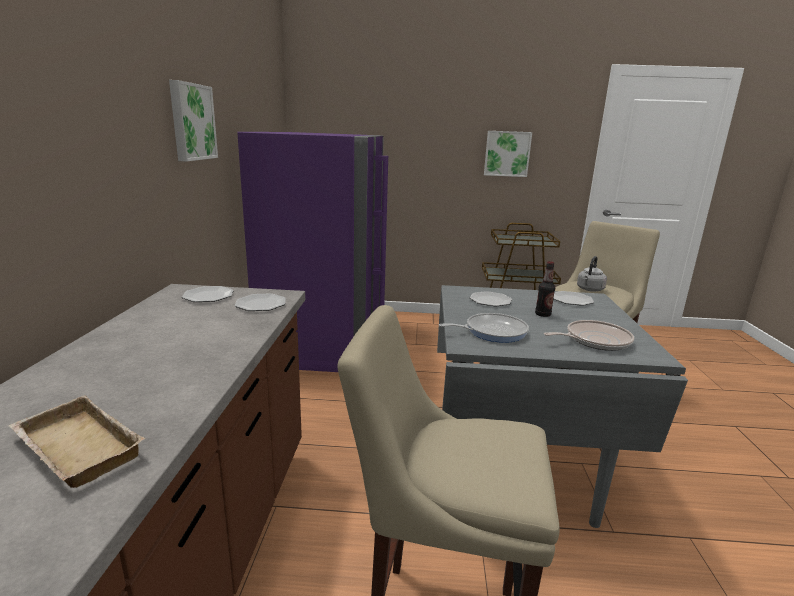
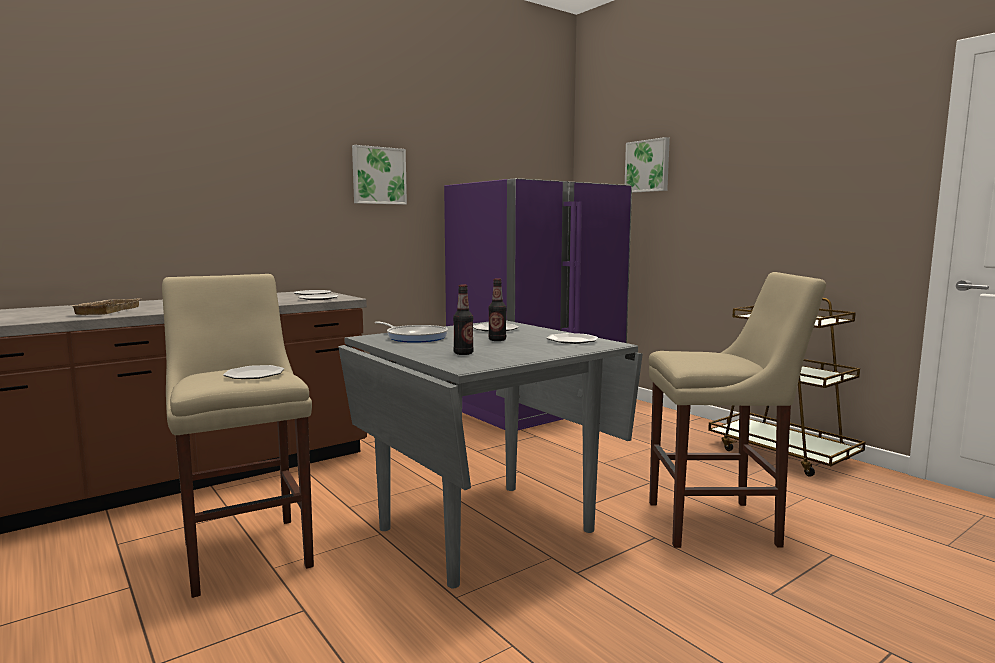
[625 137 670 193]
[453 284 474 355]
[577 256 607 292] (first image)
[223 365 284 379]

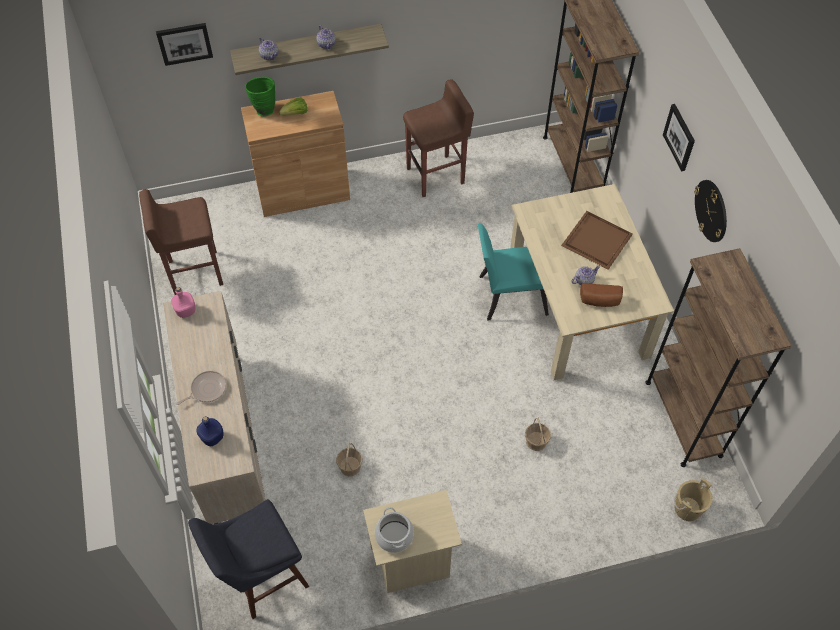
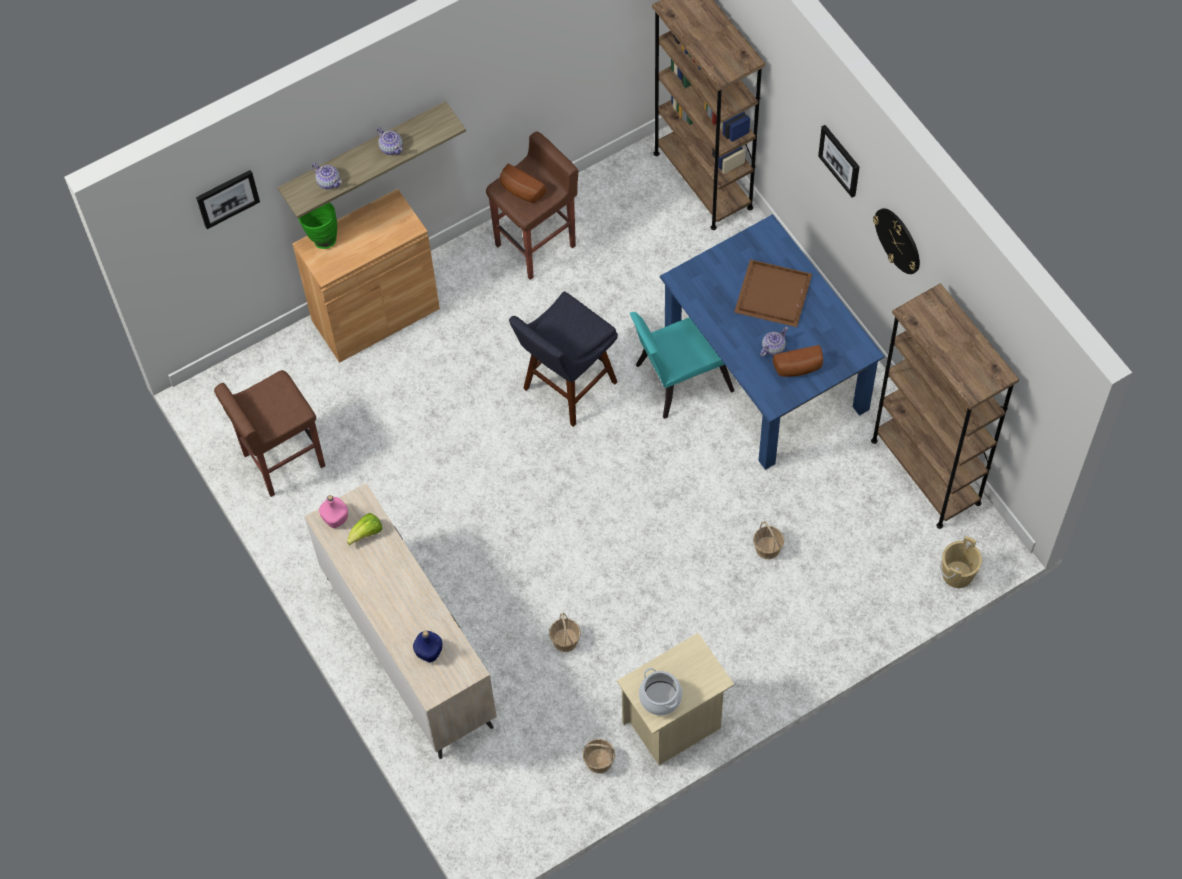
[176 371 226 405] (first image)
[509 292 618 427]
[347 513 382 545]
[660 214 885 470]
[500 164 546 203]
[583 739 615 773]

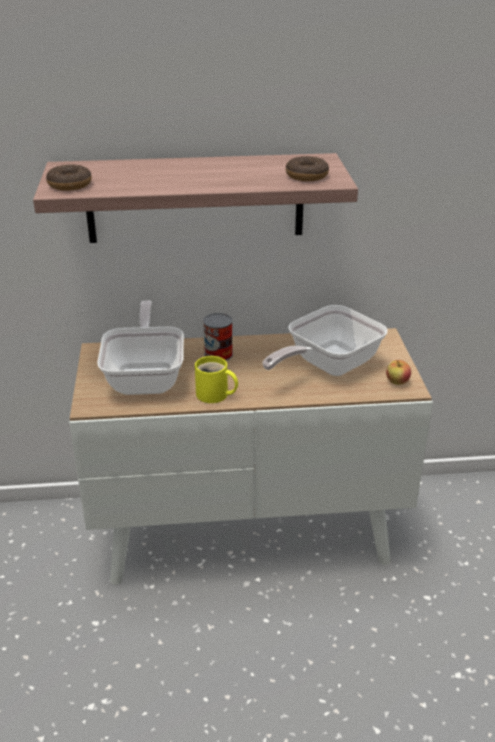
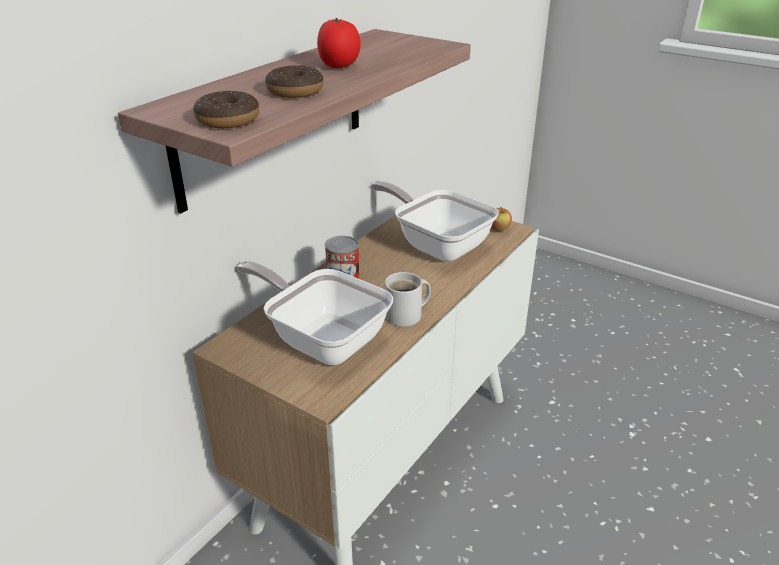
[385 272 431 327]
[371 181 499 262]
[265 65 323 98]
[317 18 361 68]

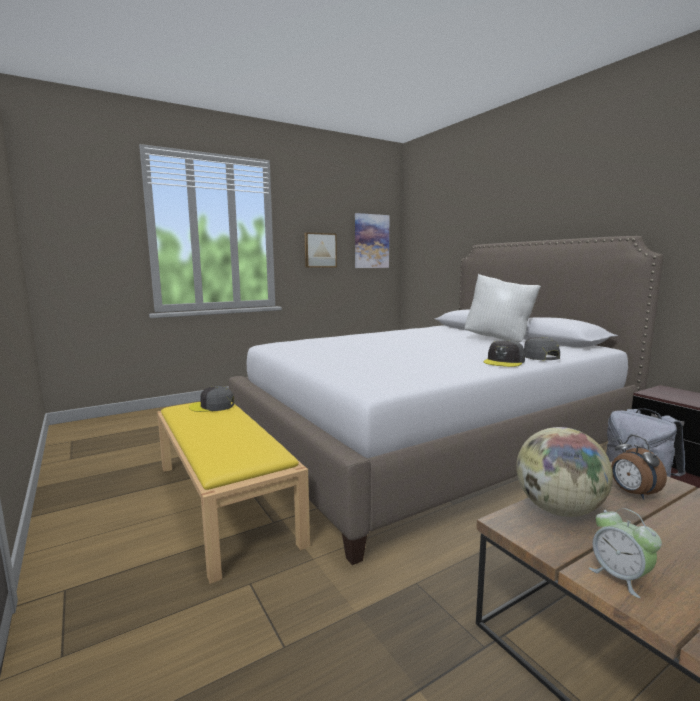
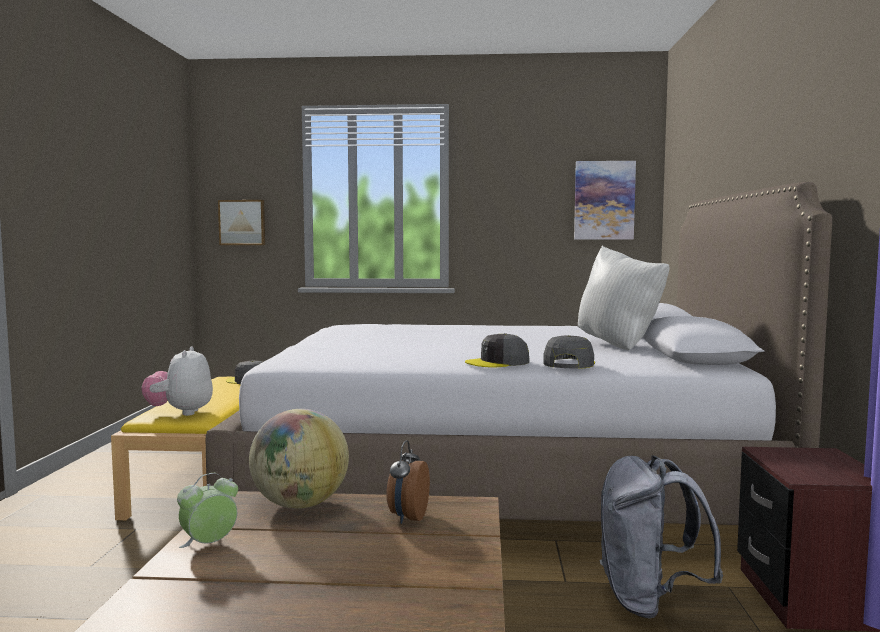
[218 200 265 245]
[177 473 238 548]
[141 346 213 416]

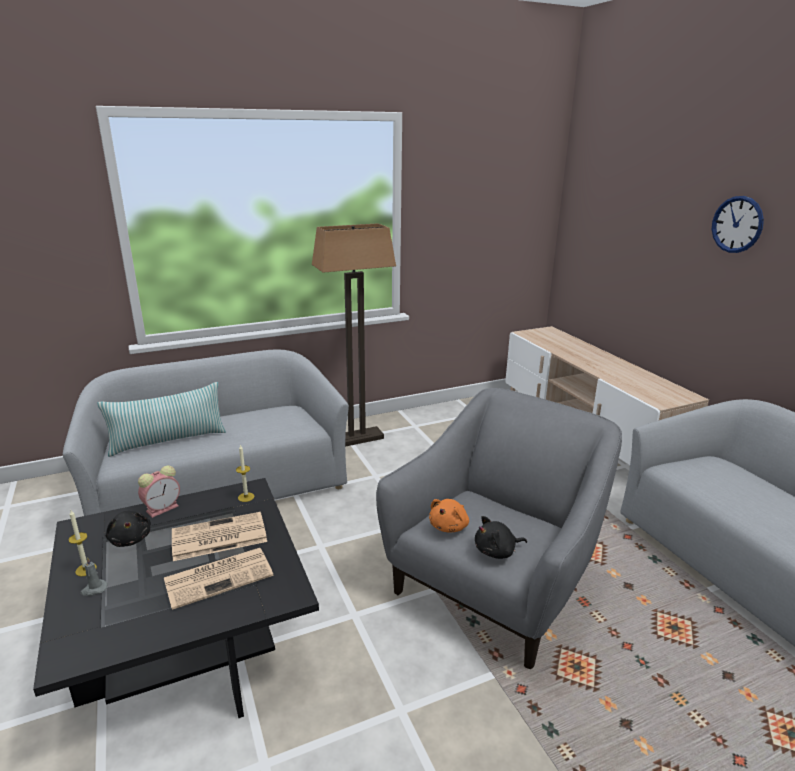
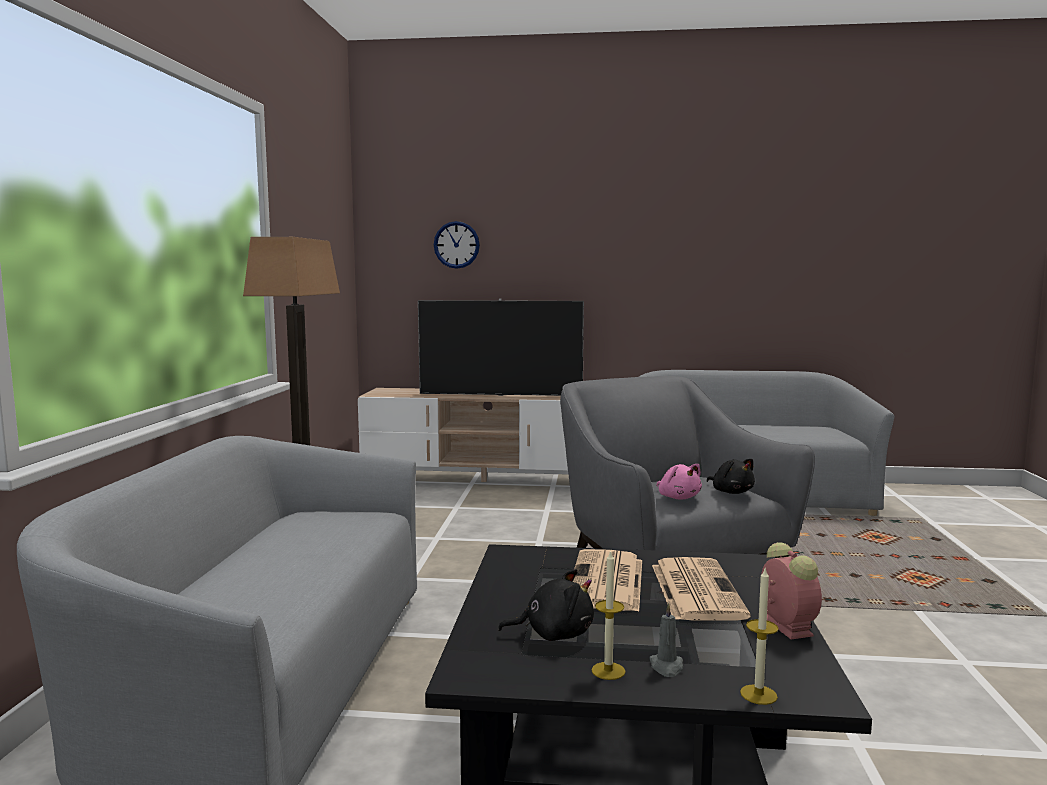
[98 382 226 457] (first image)
[761 542 822 639]
[740 569 779 705]
[656 464 702 499]
[707 459 755 494]
[434 221 480 269]
[418 298 584 396]

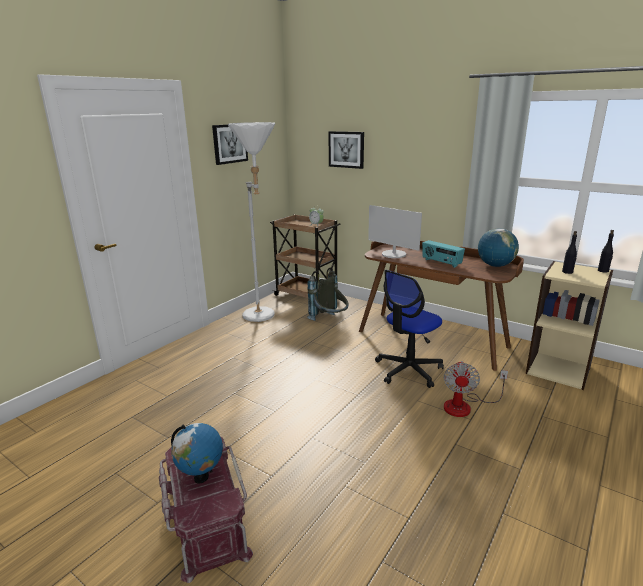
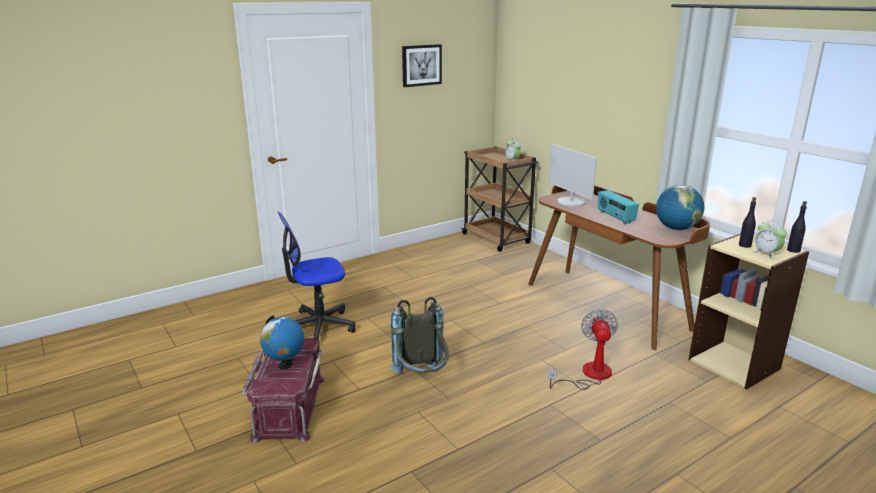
[228 122 275 322] (first image)
[390 297 449 374]
[329 131 364 169] (first image)
[278 212 356 344]
[548 309 618 390]
[752 220 787 259]

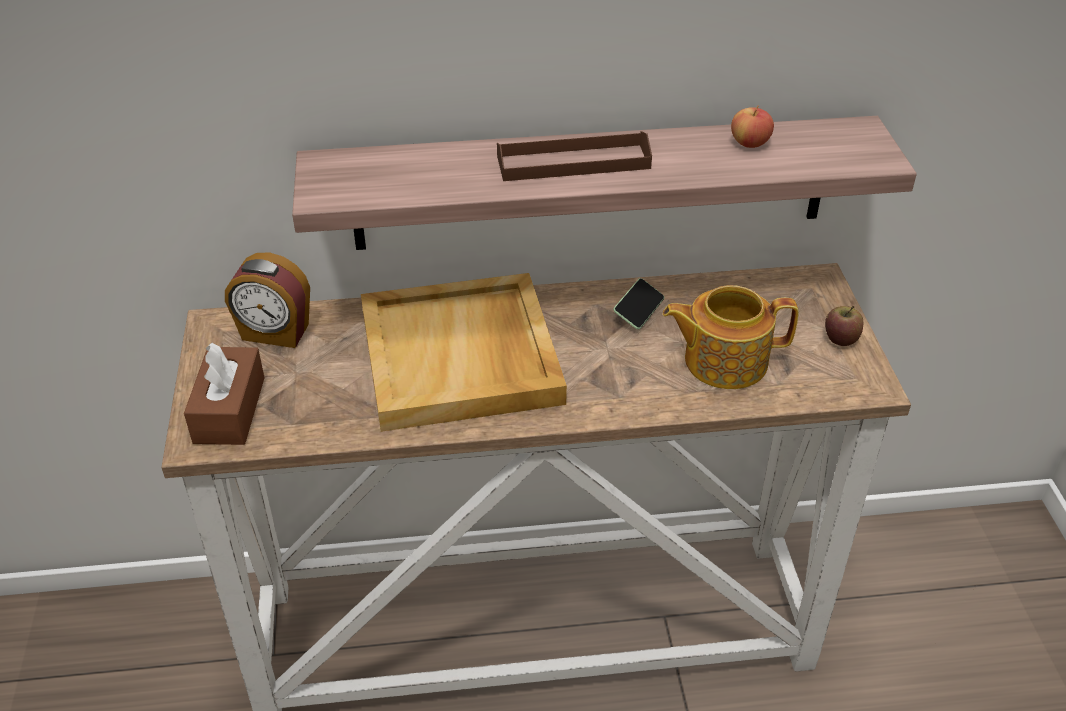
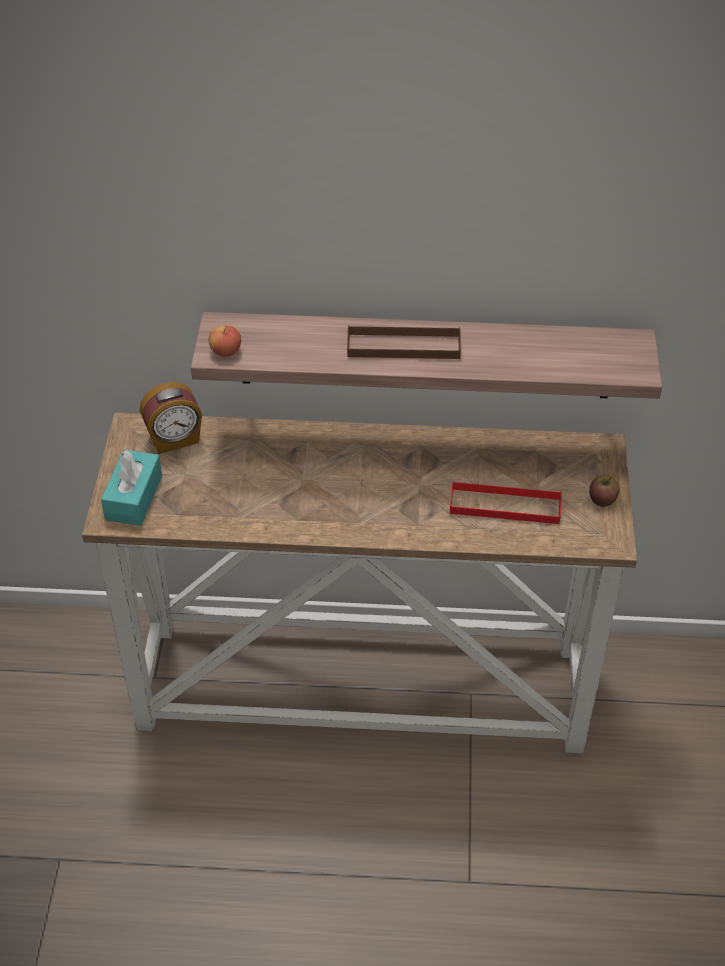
[101 450 162 526]
[140 382 202 454]
[361 273 567 432] (first image)
[613 278 664 330] (first image)
[450 481 562 524]
[209 325 241 357]

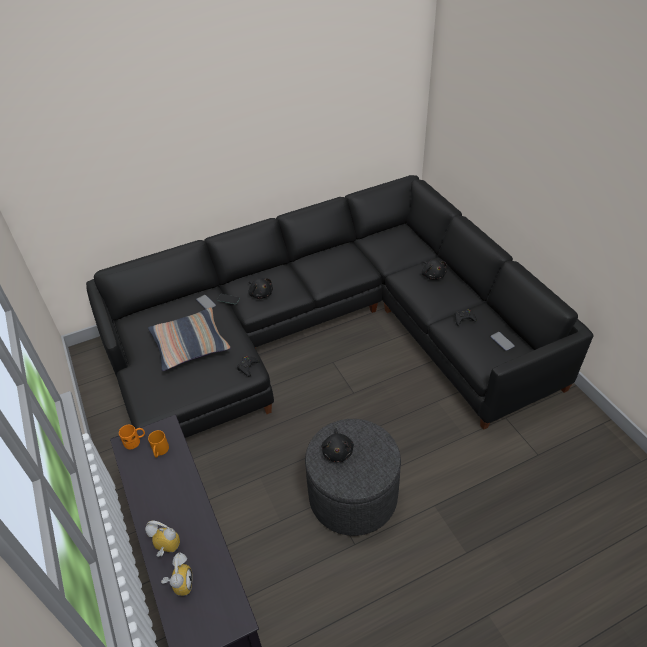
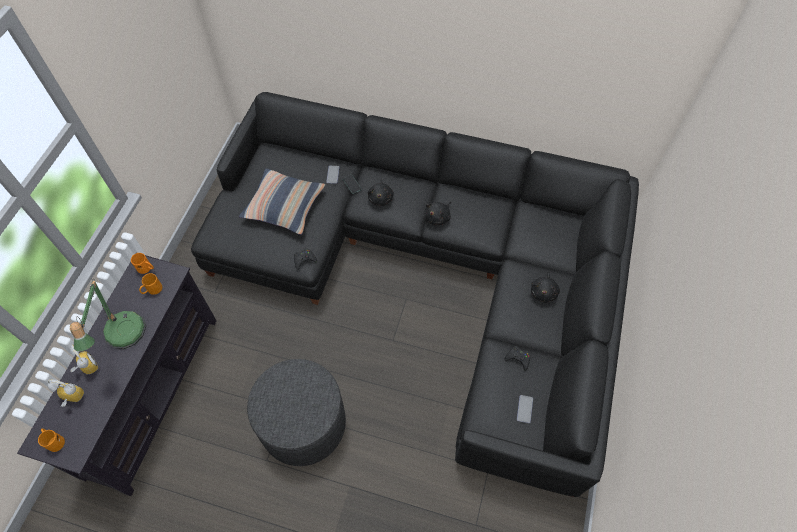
[48 379 84 407]
[424 202 451 225]
[38 428 65 452]
[70 279 146 351]

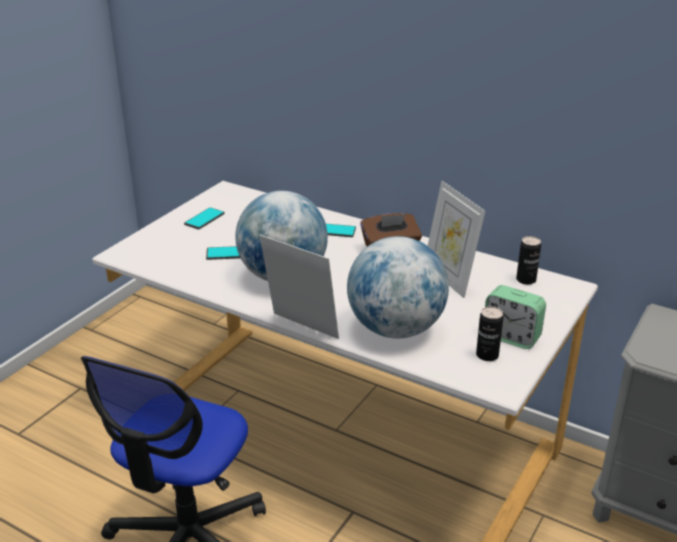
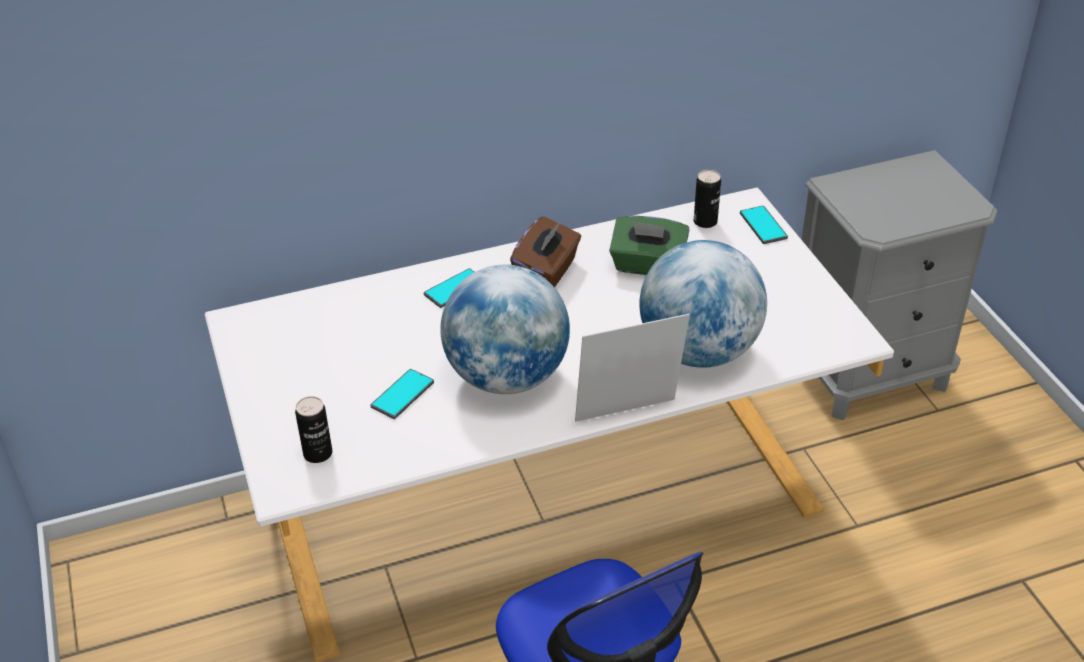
[740 206 788 244]
[609 216 689 275]
[295 396 332 463]
[485 285 546 349] (first image)

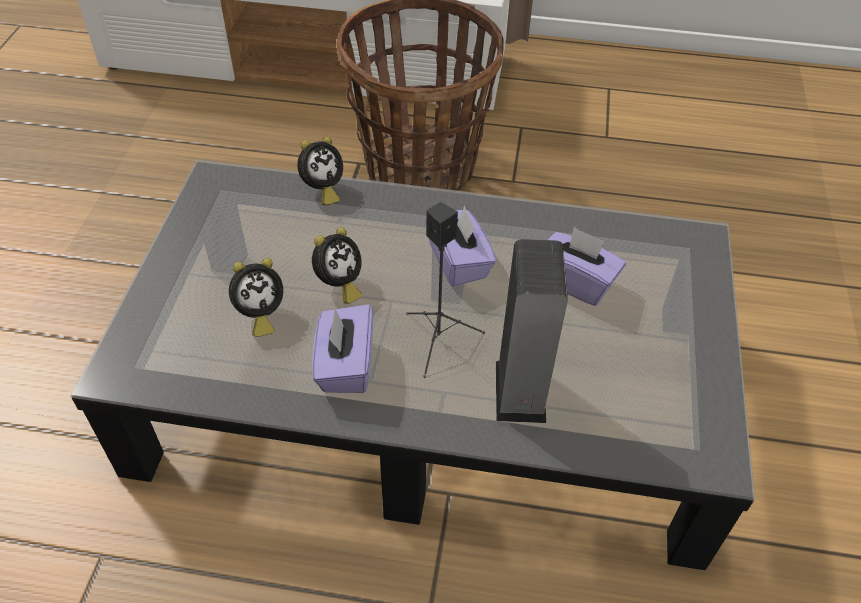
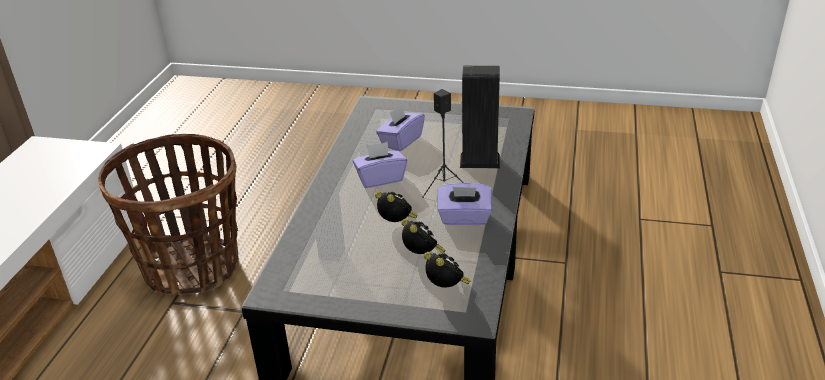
[424 252 471 288]

